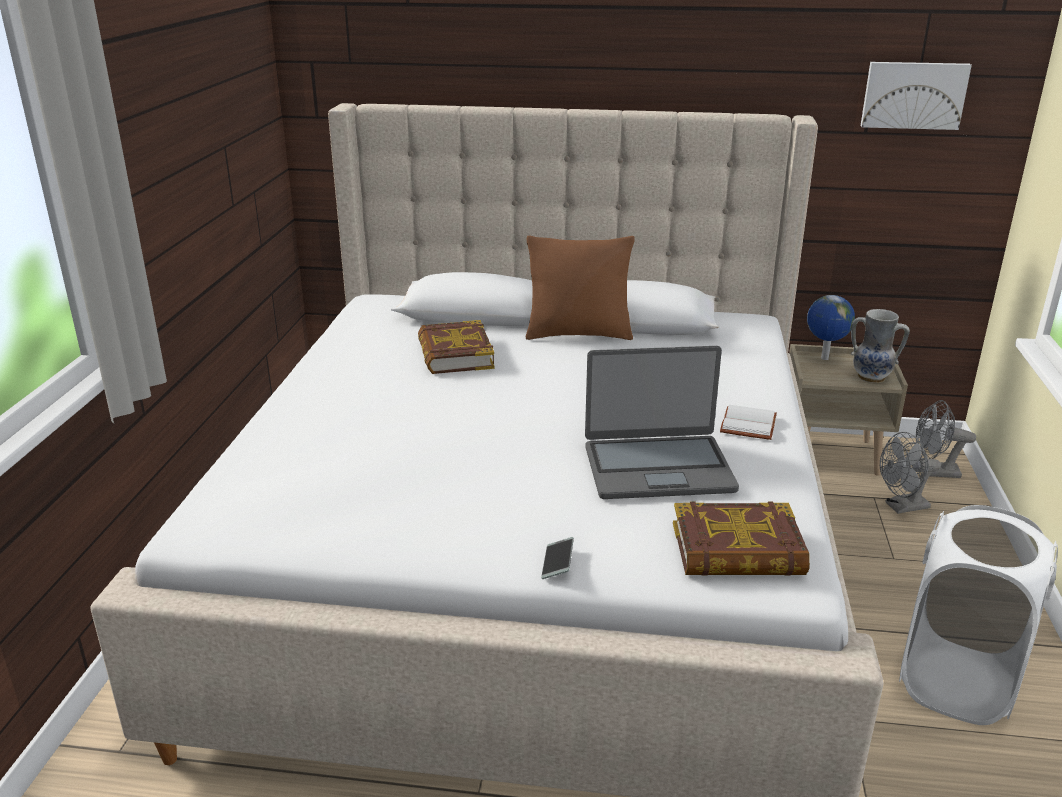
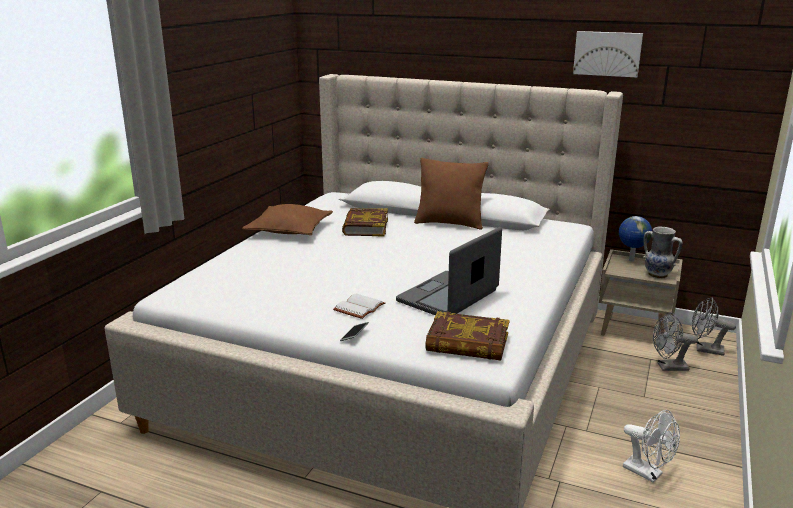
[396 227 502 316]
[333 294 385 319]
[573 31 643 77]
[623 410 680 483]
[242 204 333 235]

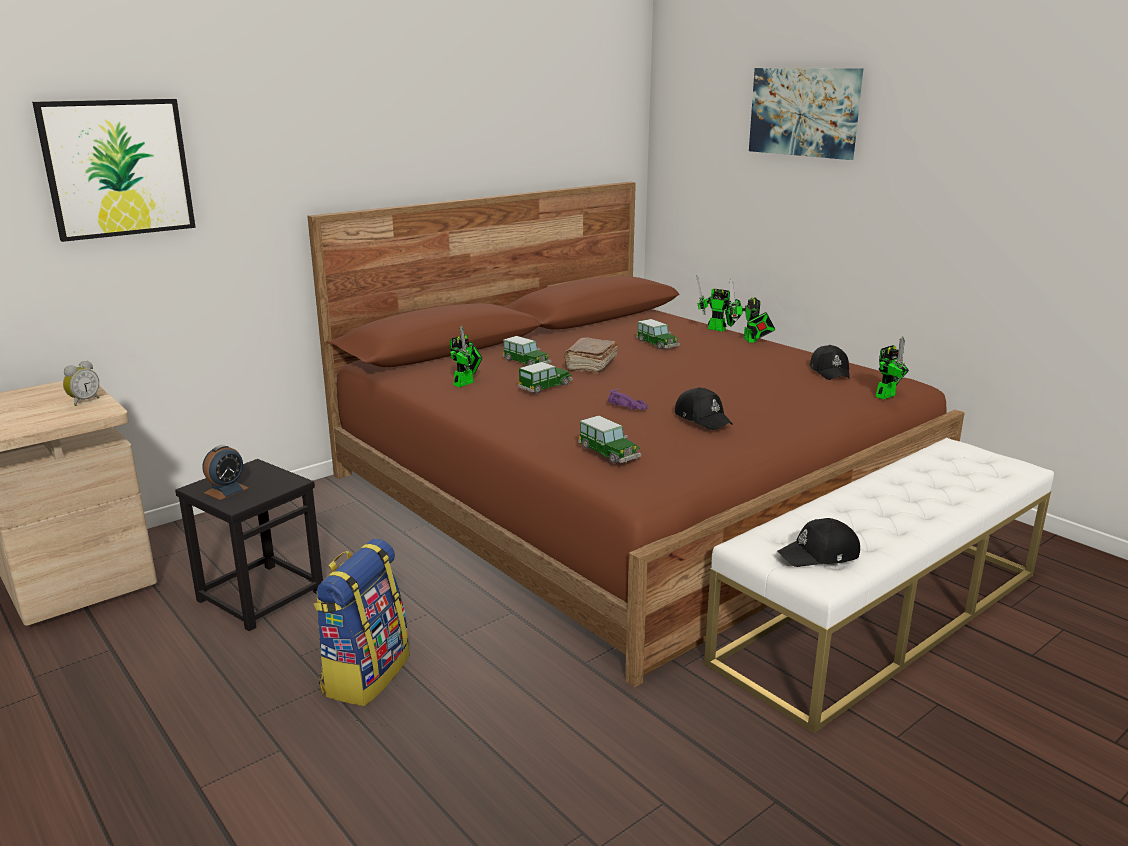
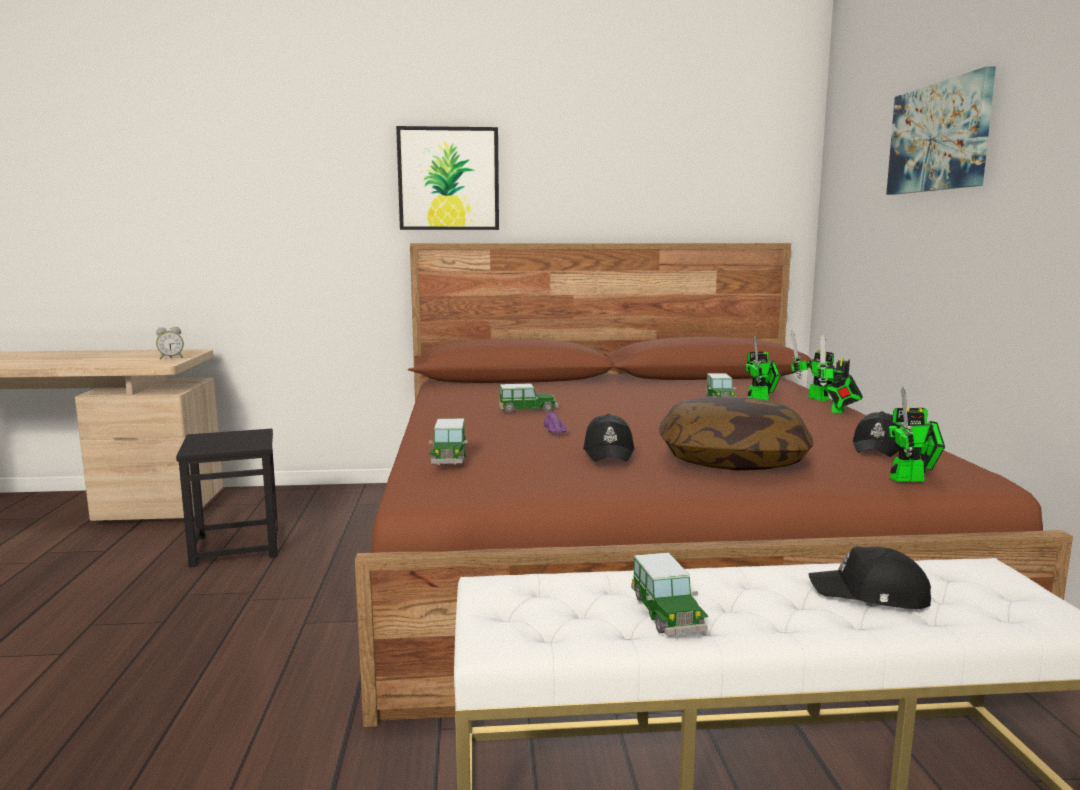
[396 126 499 230]
[202 445 249 500] (first image)
[313 539 409 706] (first image)
[746 335 781 400]
[631 552 708 636]
[564 337 618 374] (first image)
[808 547 931 609]
[659 397 813 470]

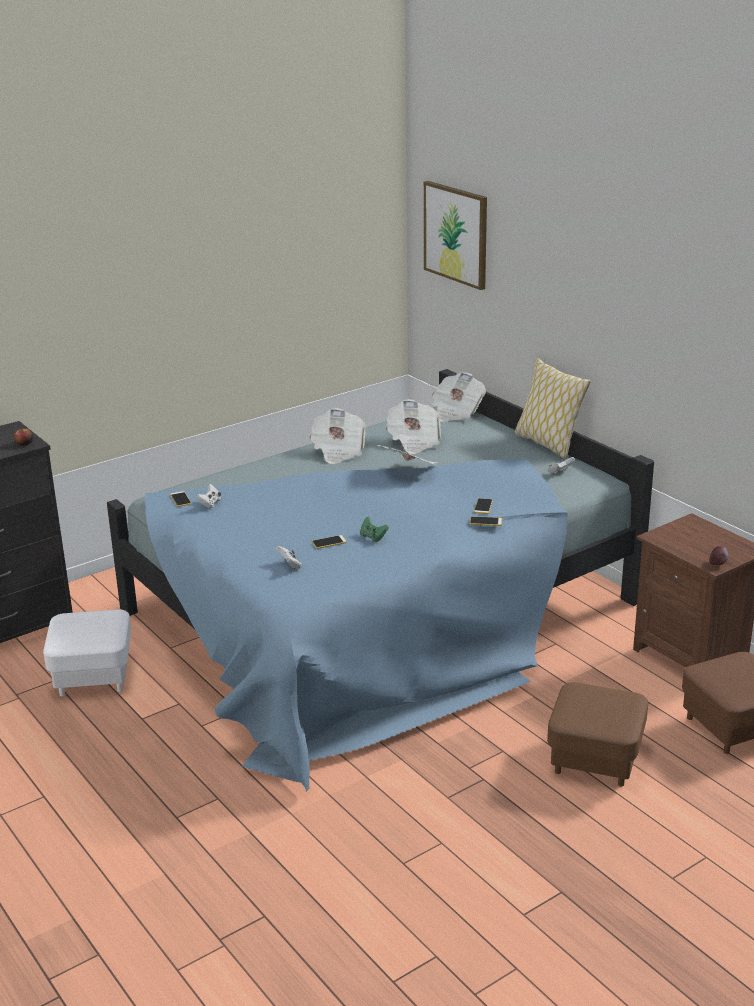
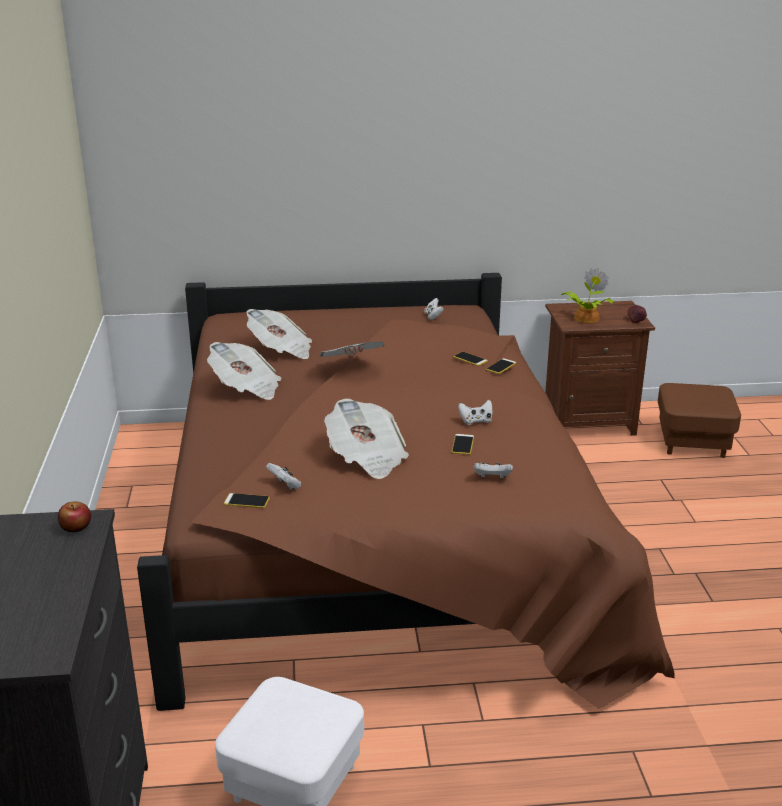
[137 273 675 711]
[458 400 493 425]
[424 181 487 290] (first image)
[324 399 409 479]
[514 358 591 459] (first image)
[547 682 648 787] (first image)
[561 268 614 323]

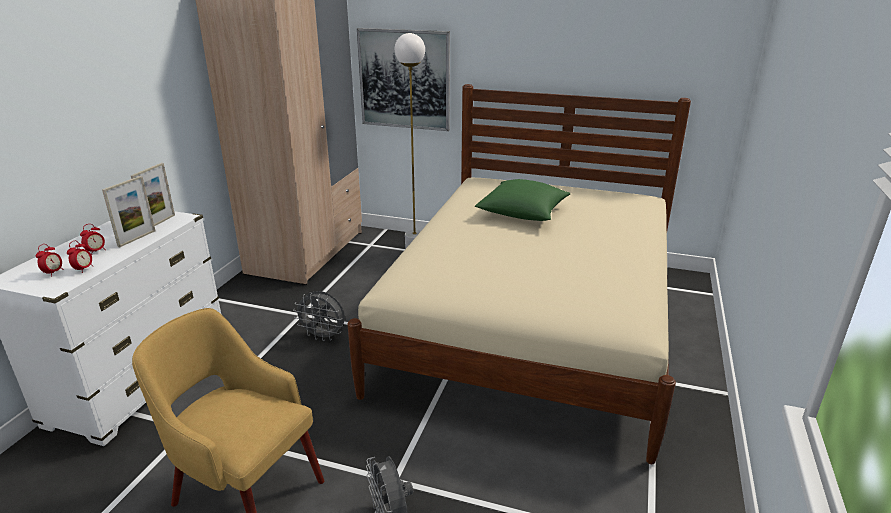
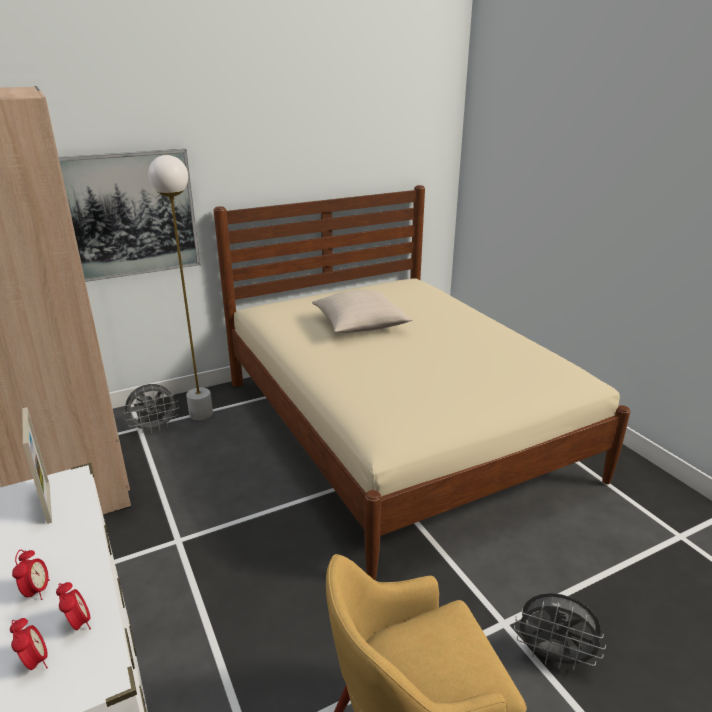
[102 176 155 248] (first image)
[123 384 179 433]
[312 290 413 333]

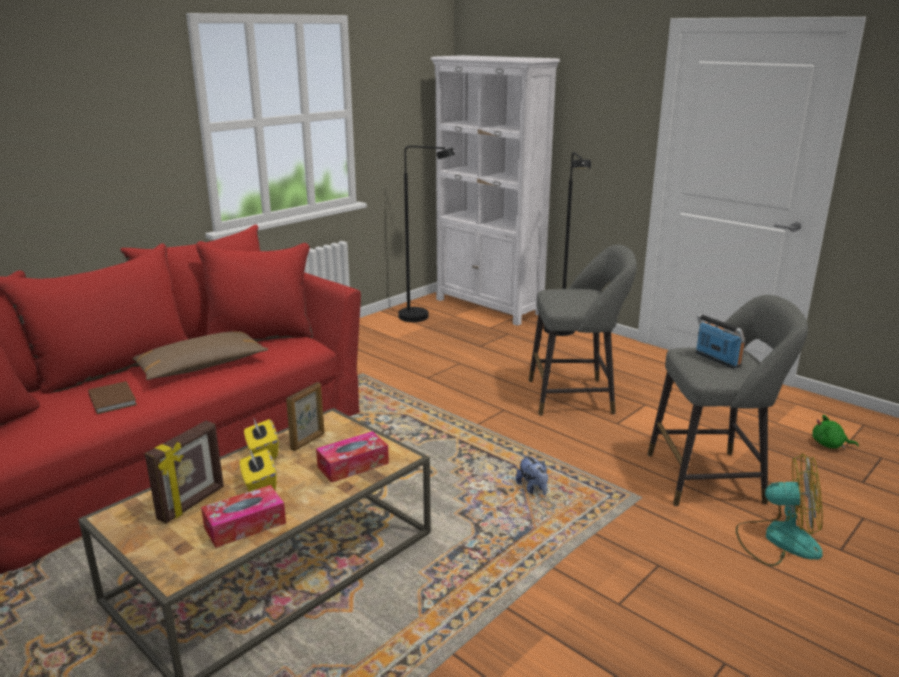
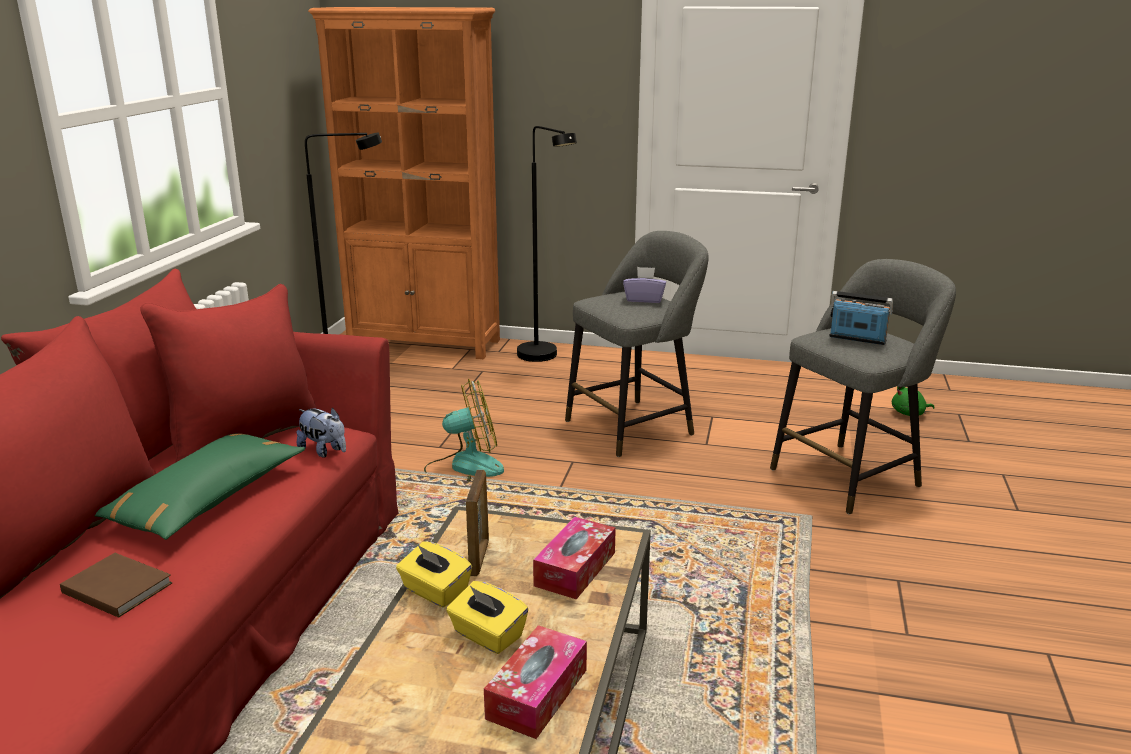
[95 433 305 540]
[145 421 224 524] (first image)
[308 7 500 359]
[296 408 346 458]
[424 378 504 482]
[623 267 666 303]

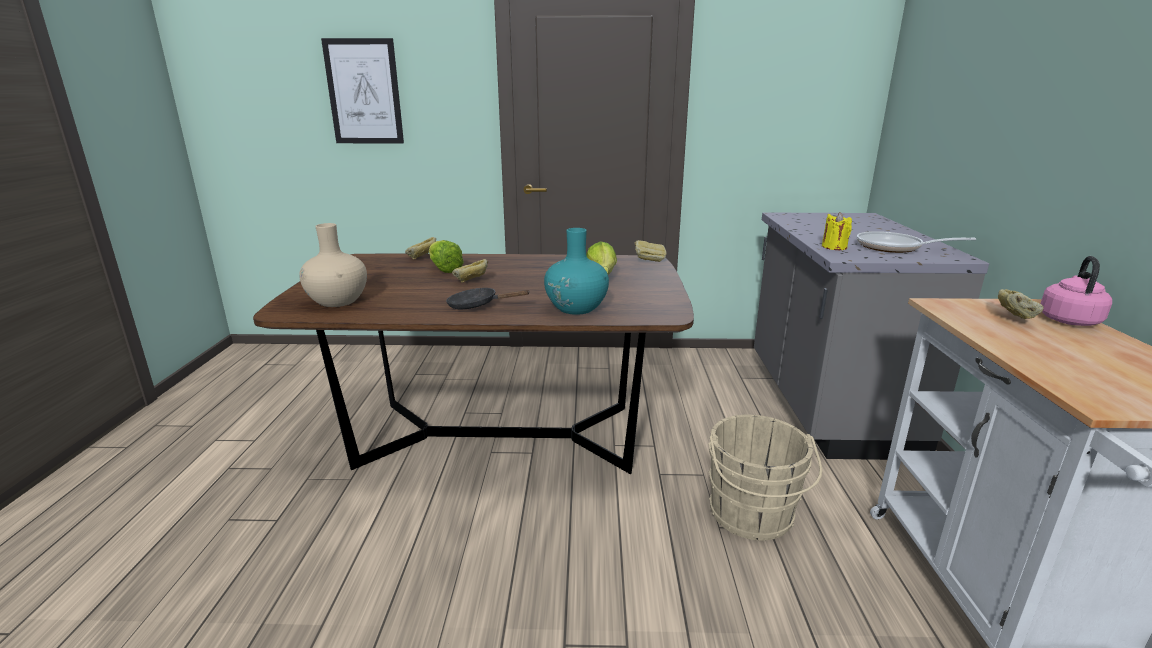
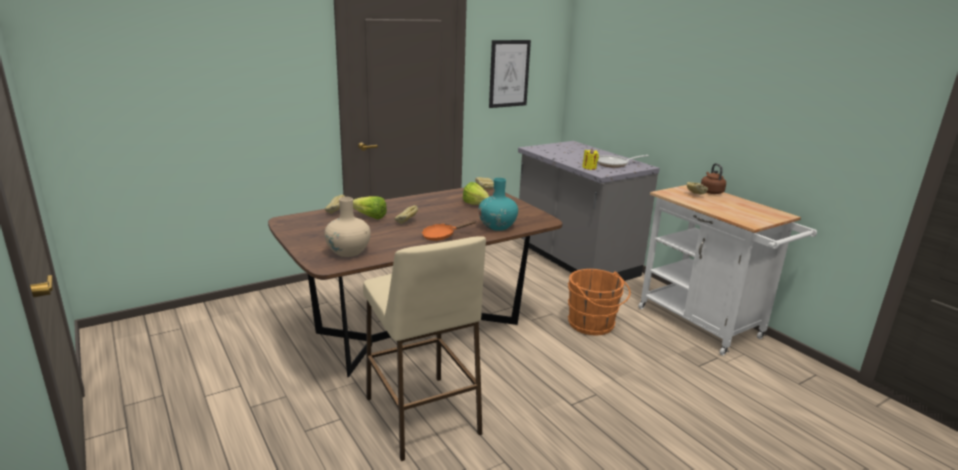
[489 40 531 108]
[422 220 476 241]
[568 269 631 335]
[701 163 726 194]
[363 236 486 461]

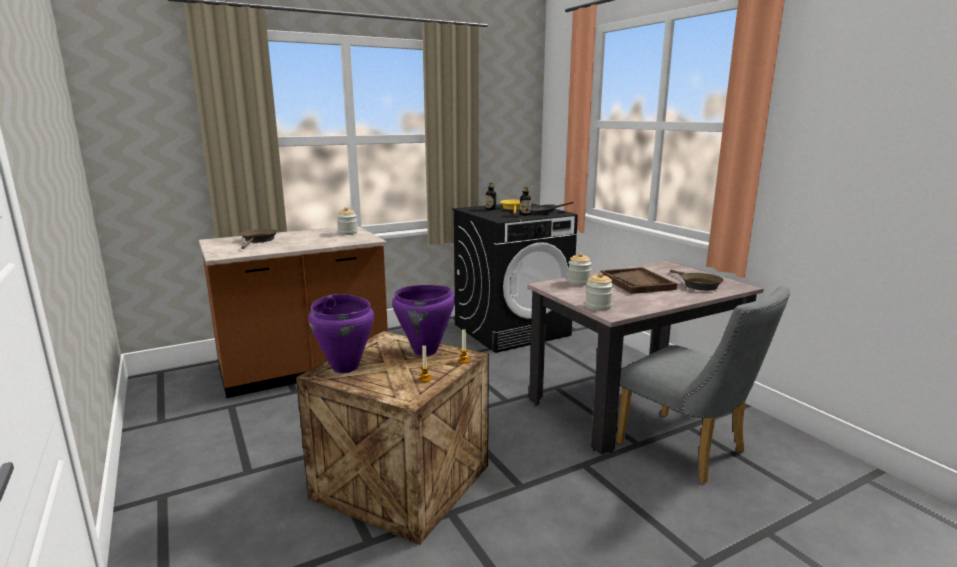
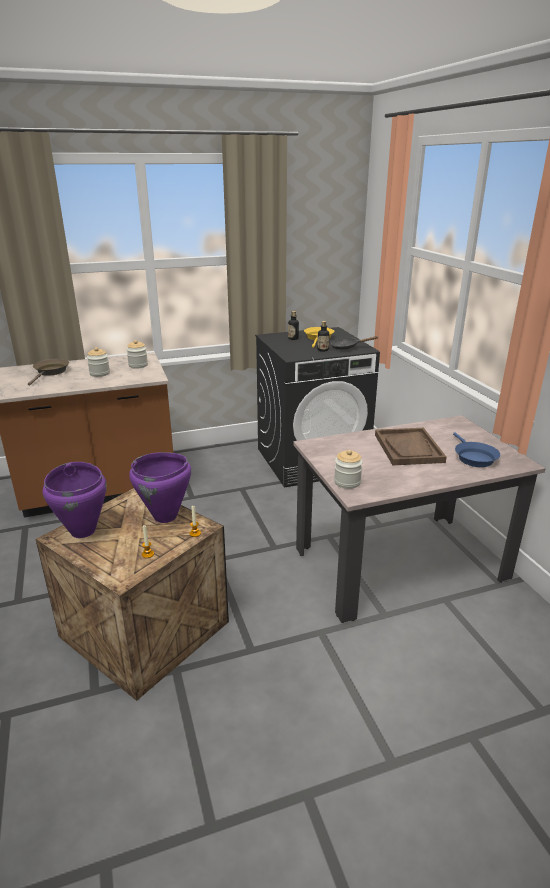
[87 347 110 377]
[616 286 790 483] (first image)
[453 432 500 467]

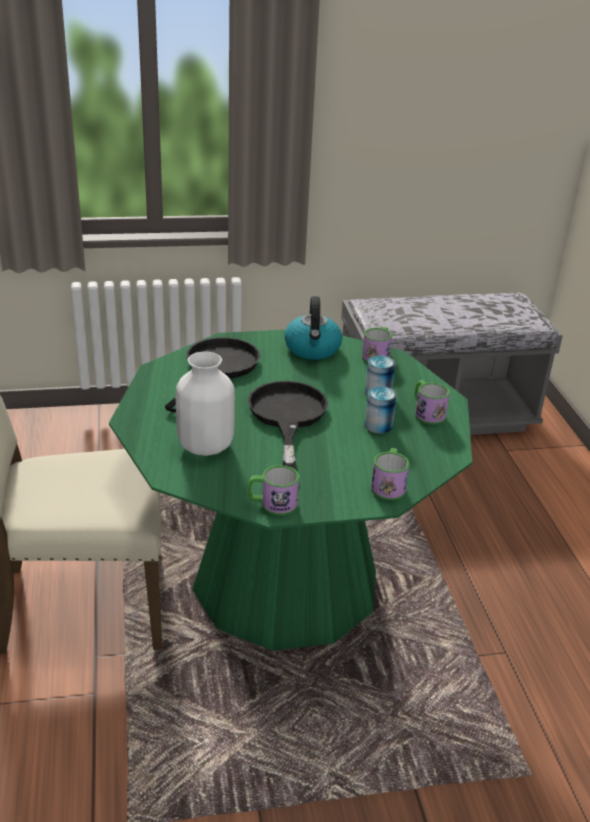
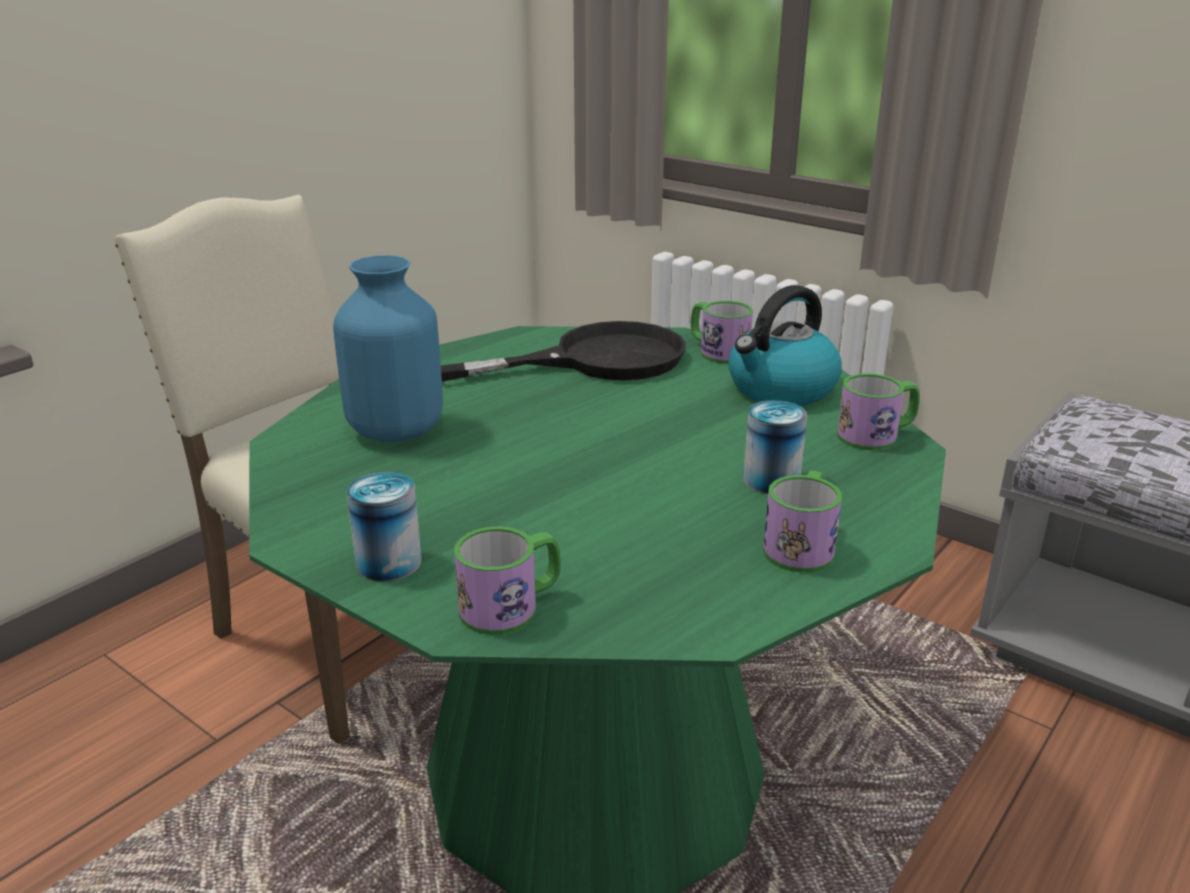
[333 255 443 442]
[248 381 328 471] (first image)
[690 301 753 364]
[346 472 422 582]

